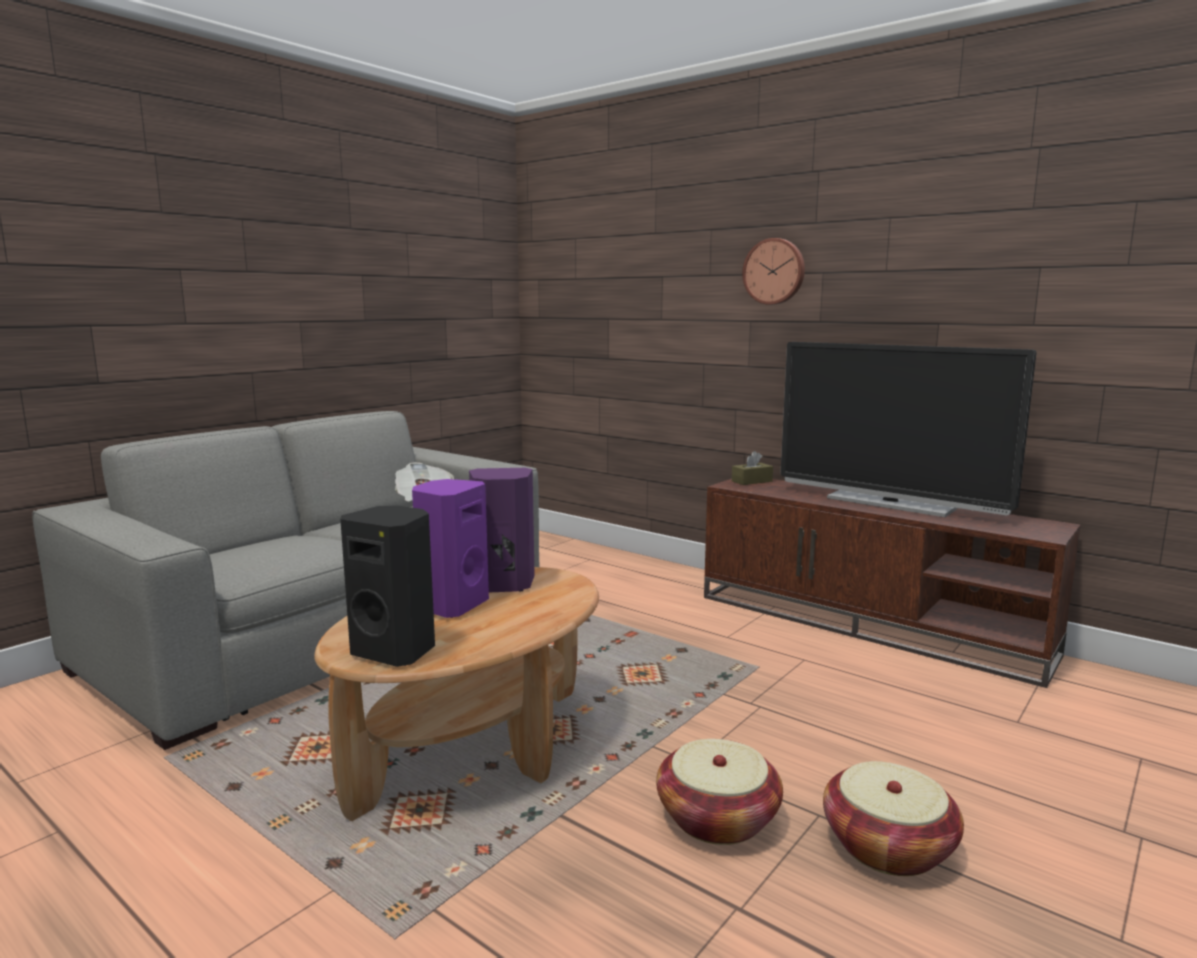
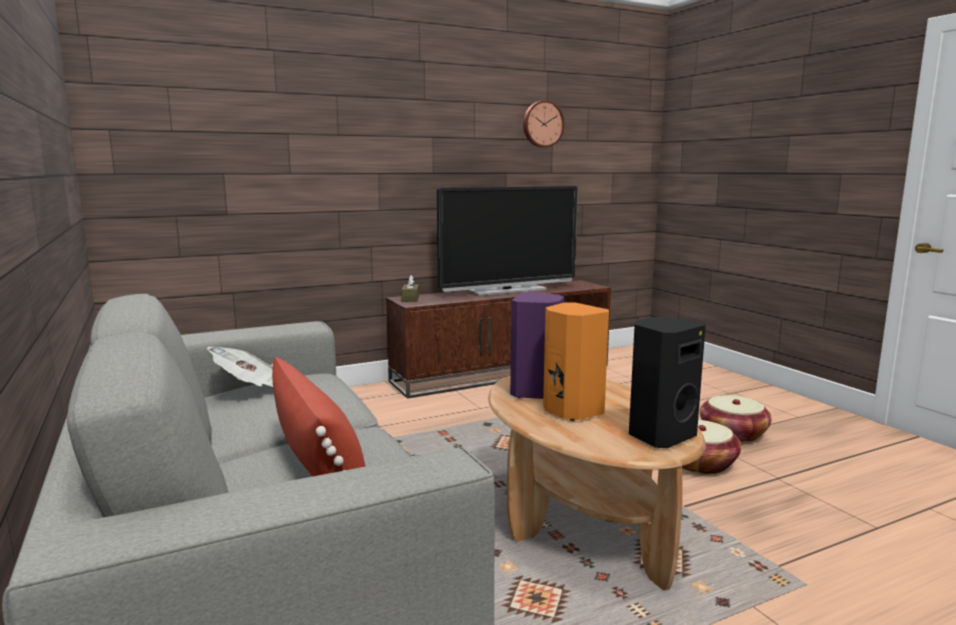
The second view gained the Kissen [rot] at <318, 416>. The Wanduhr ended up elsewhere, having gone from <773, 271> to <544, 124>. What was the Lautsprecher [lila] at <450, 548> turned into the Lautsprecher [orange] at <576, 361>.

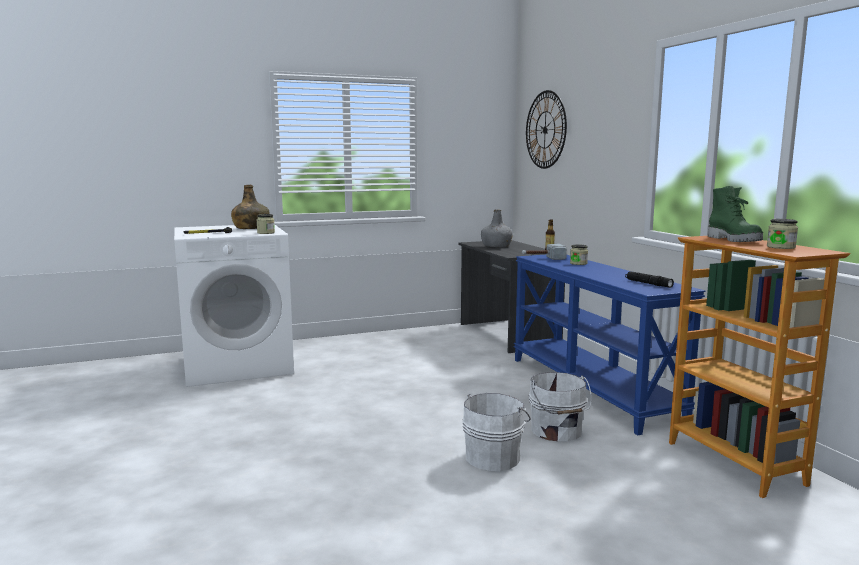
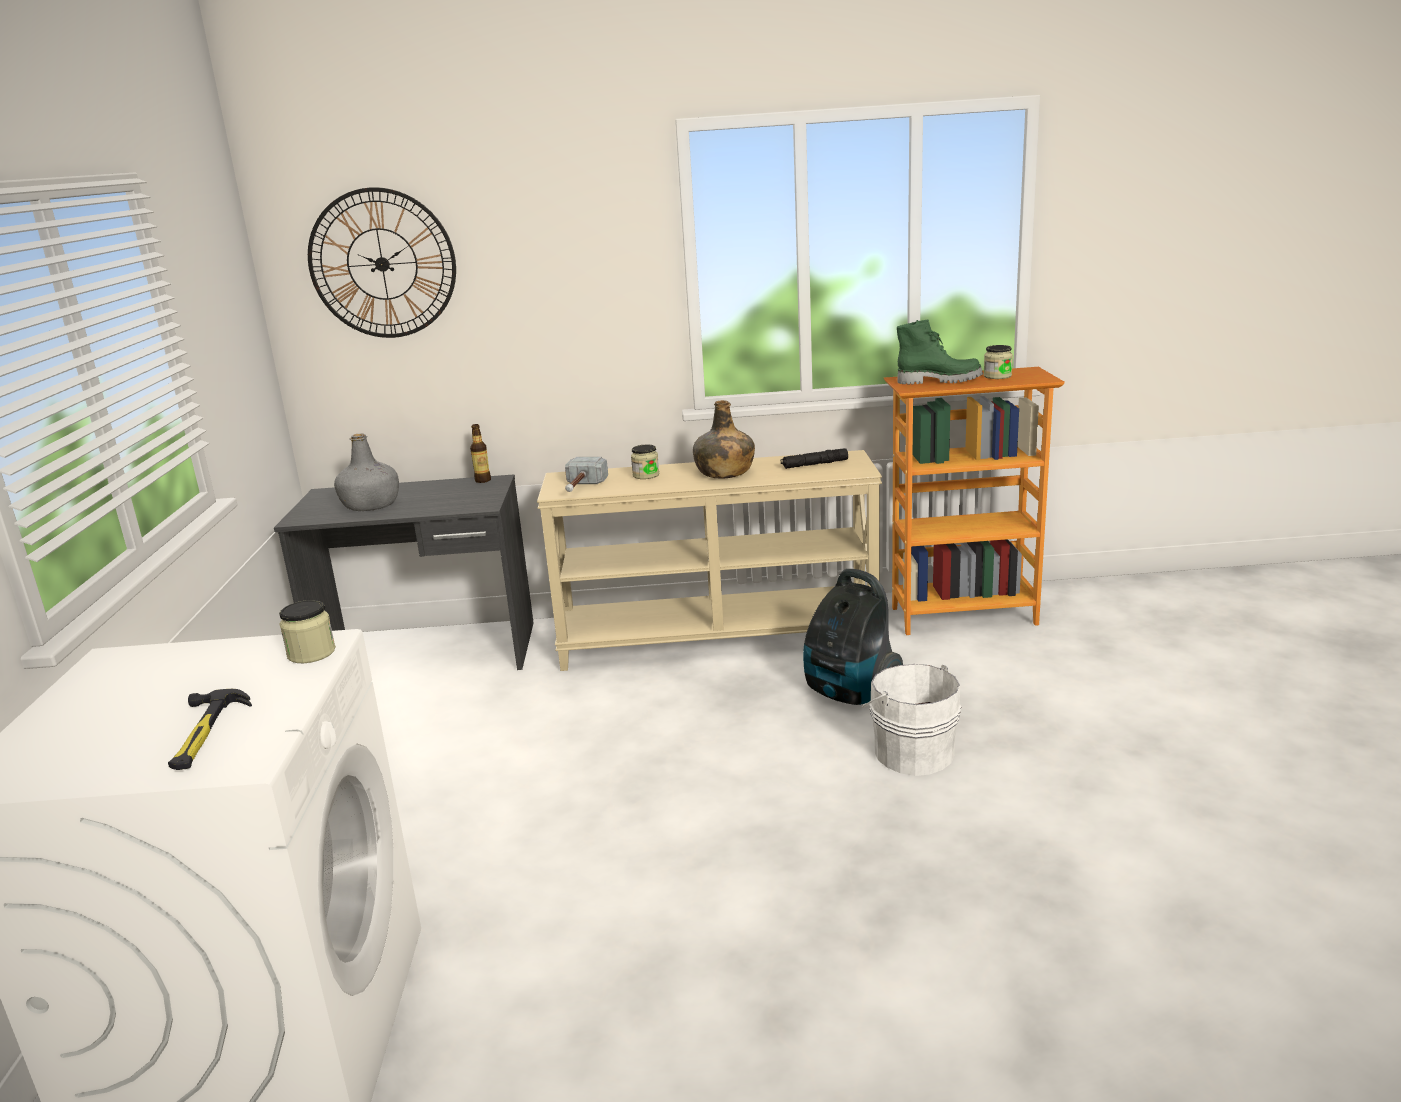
What was the Konsolentisch [blau] at <609, 345> turned into the Konsolentisch [beige] at <709, 560>. The Flasche [grün] ended up elsewhere, having gone from <250, 207> to <724, 439>. Where the Eimer [weiß] stood at <560, 406>, the Staubsauger came to stand at <853, 637>.

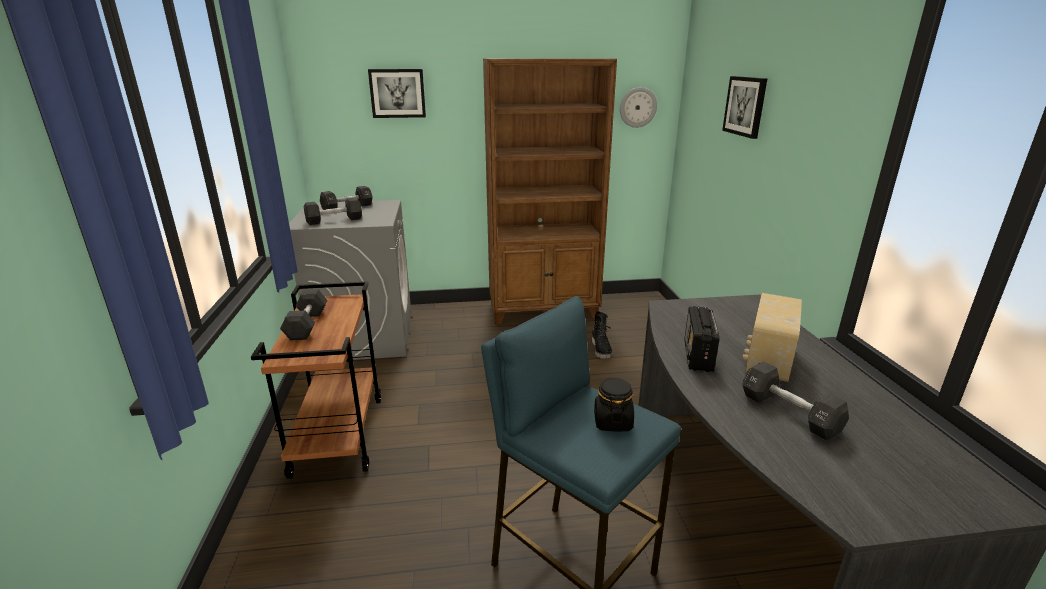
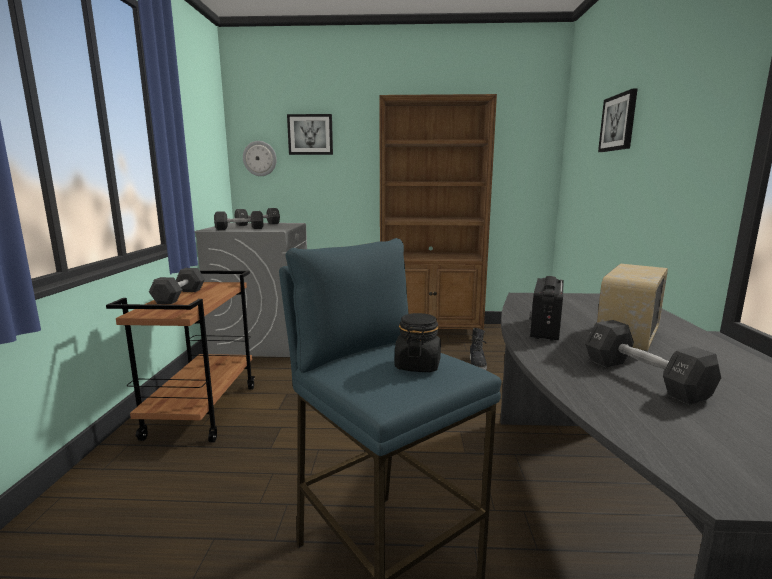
The Wanduhr ended up elsewhere, having gone from <638, 107> to <260, 158>.

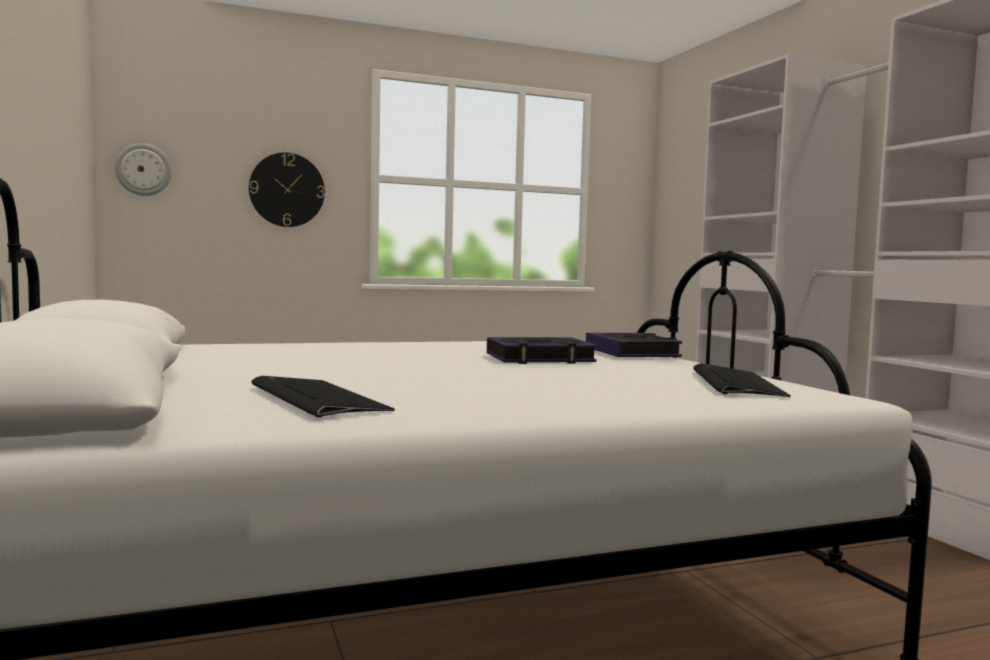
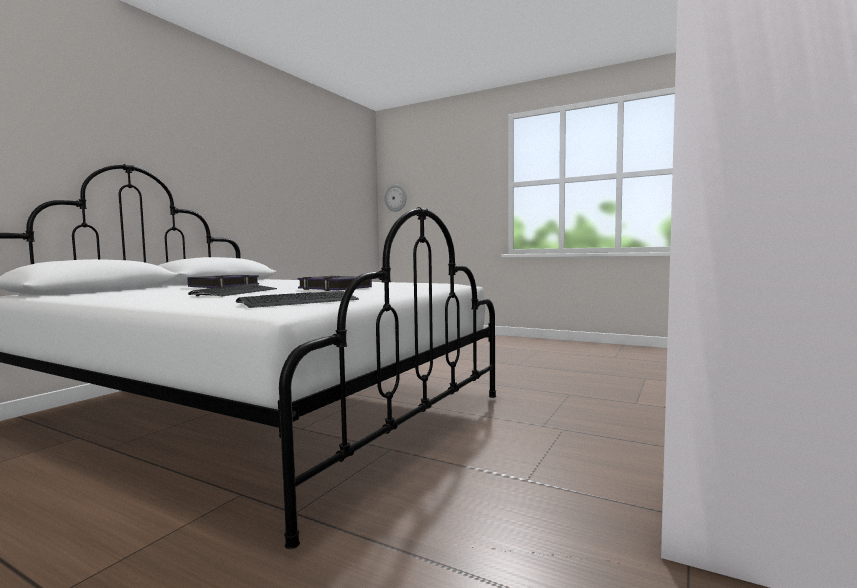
The Buch ended up elsewhere, having gone from <634, 345> to <223, 281>. The Tastatur ended up elsewhere, having gone from <323, 396> to <232, 290>. The second view lost the Wanduhr at <287, 189>.

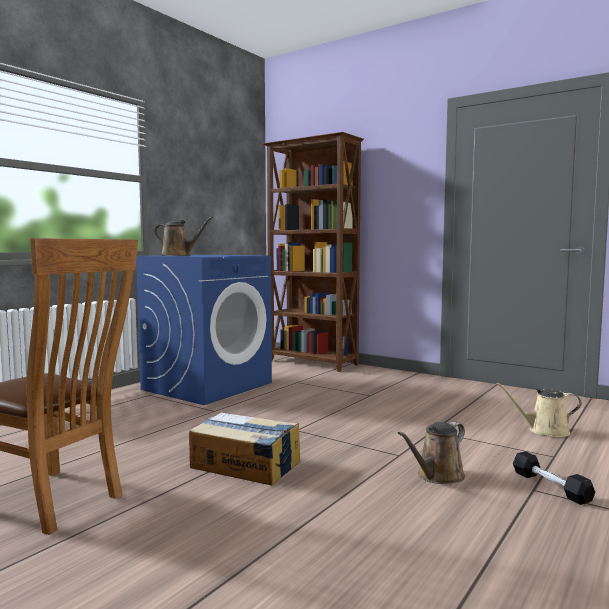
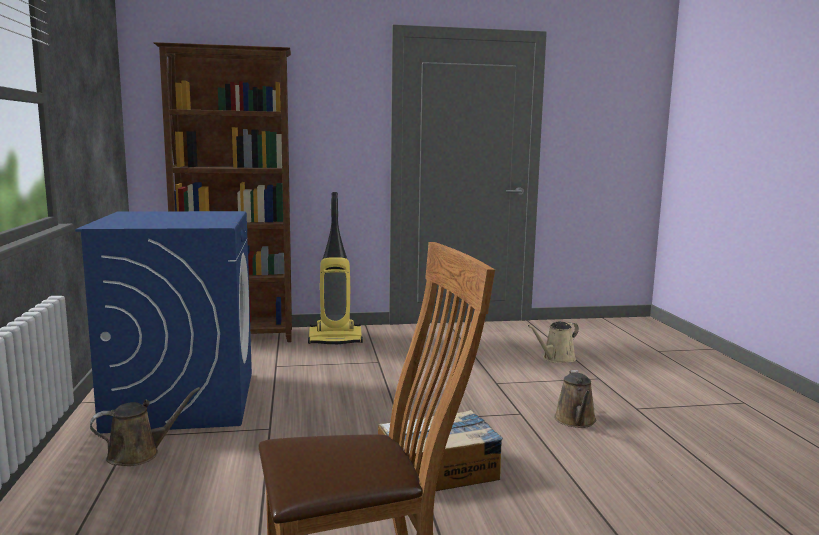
The Gießkanne [braun] ended up elsewhere, having gone from <183, 236> to <145, 426>. The second view gained the Staubsauger at <335, 268>. The second view lost the Hantel [schwarz] at <554, 478>.

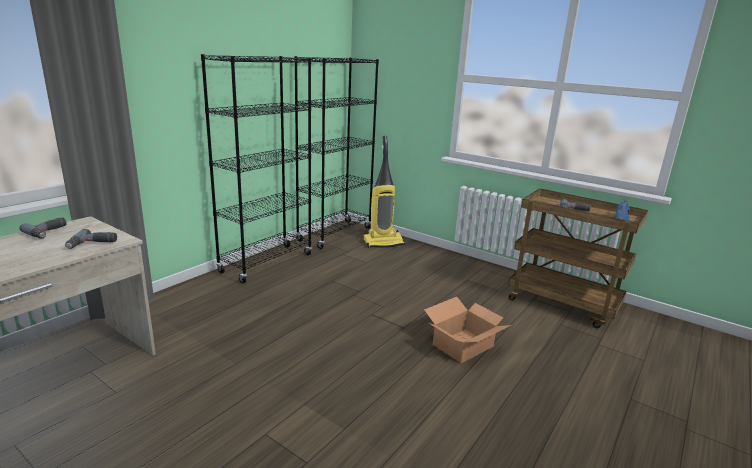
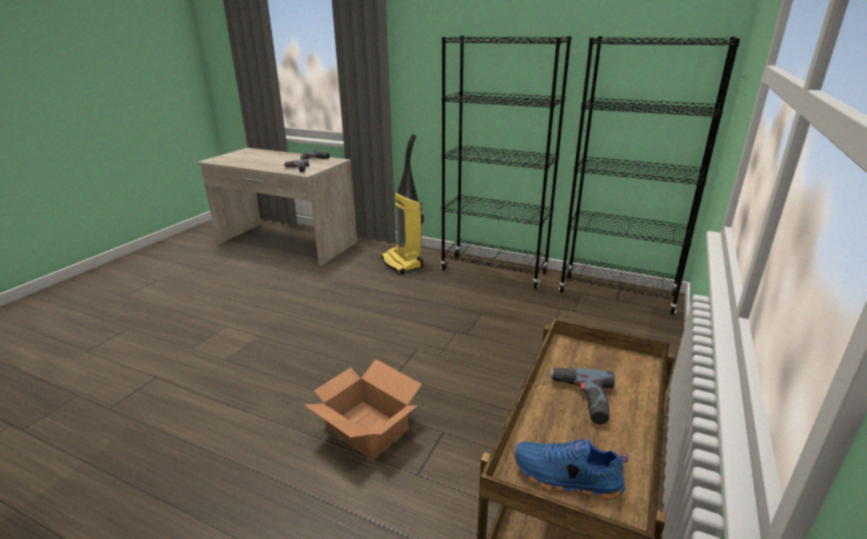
The Staubsauger ended up elsewhere, having gone from <384, 192> to <402, 204>.

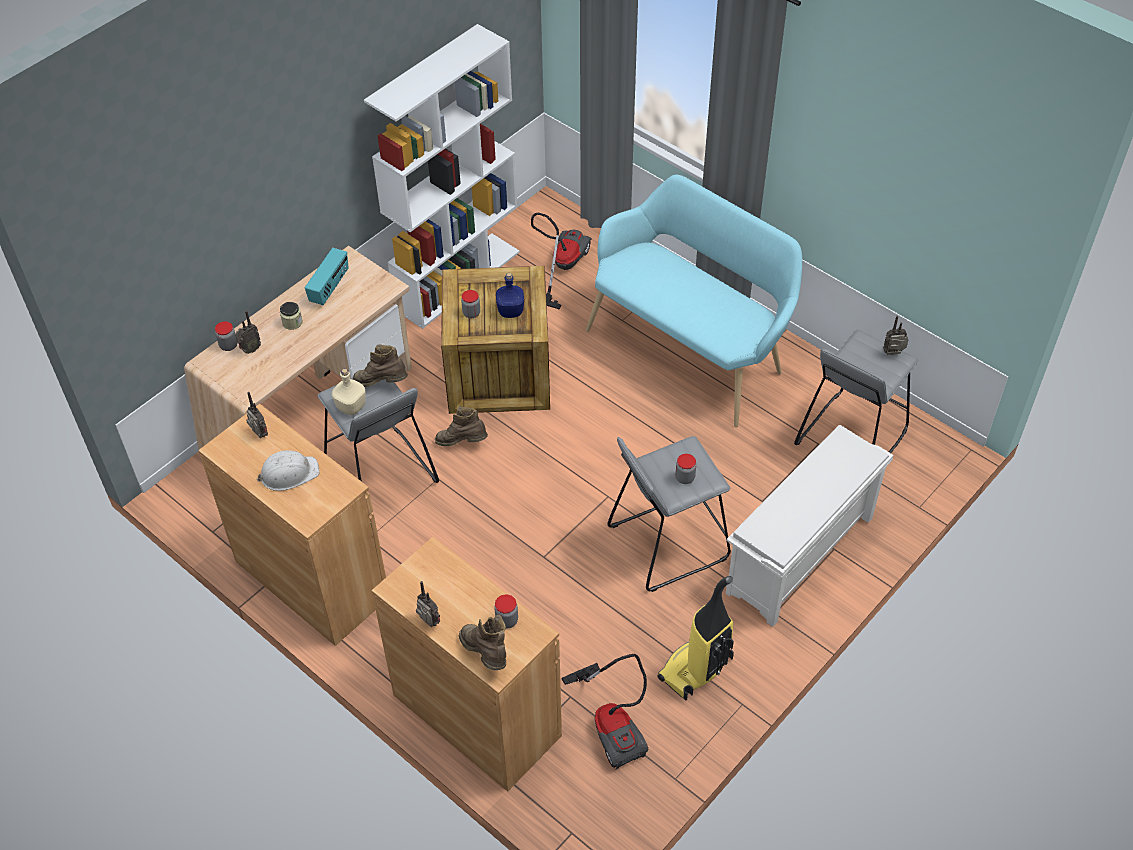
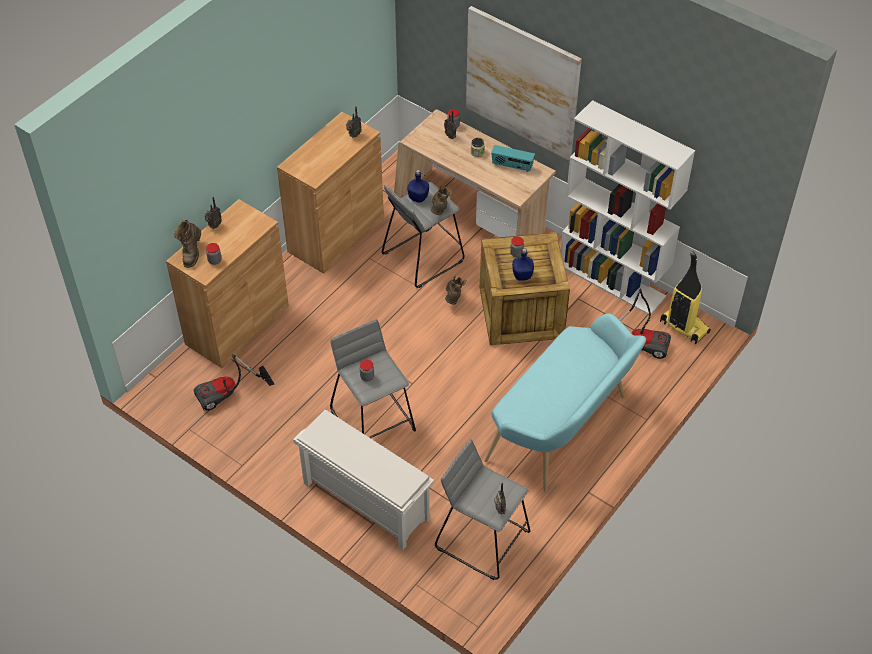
The Stiefel [braun] at <482, 642> ended up facing another way, 135 degrees clockwise from before. What was the Flasche [beige] at <349, 392> turned into the Flasche [blau] at <418, 186>. The second view gained the Bild at <524, 83>. The Staubsauger ended up elsewhere, having gone from <696, 638> to <685, 297>. The second view lost the Schutzhelm [weiß] at <288, 470>.

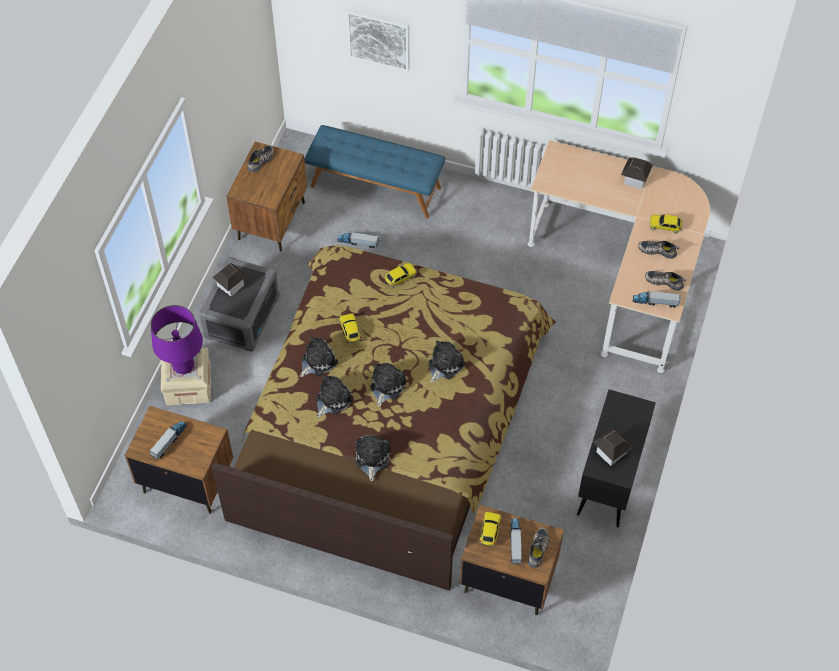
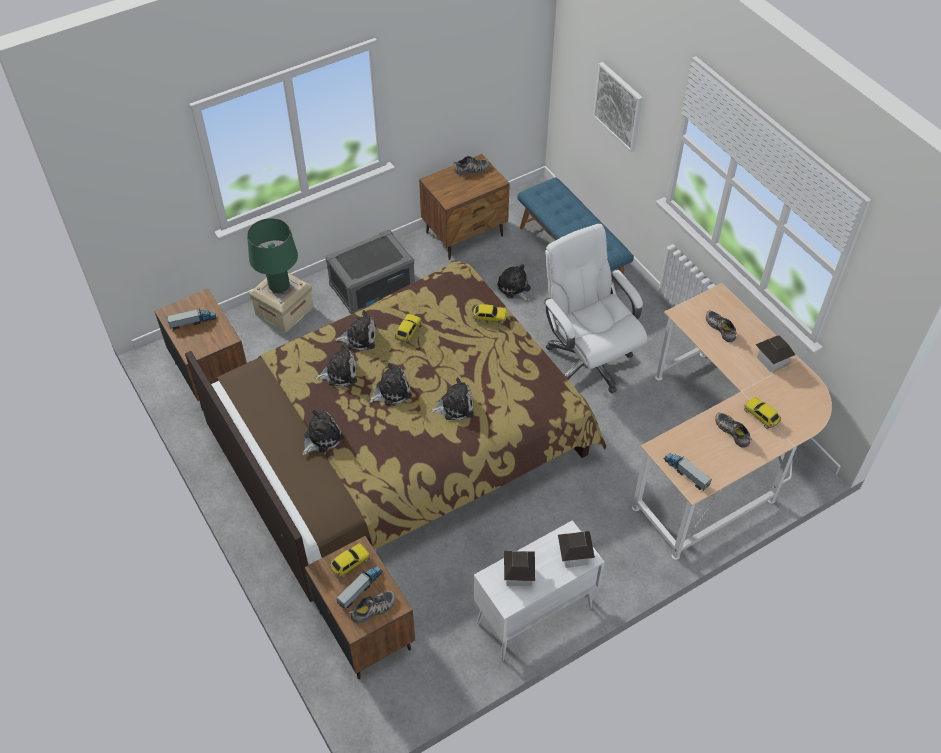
What was the Tischlampe [lila] at <177, 339> turned into the Tischlampe [grün] at <272, 255>. What was the Schrank [schwarz] at <616, 458> turned into the Schrank [weiß] at <539, 590>. Where the Spielzeuglaster stood at <358, 239>, the Plüschtier came to stand at <513, 283>. The second view gained the Bürostuhl [weiß] at <595, 308>. The Spielzeughaus ended up elsewhere, having gone from <230, 279> to <576, 549>. The Schuh ended up elsewhere, having gone from <666, 281> to <721, 326>.

